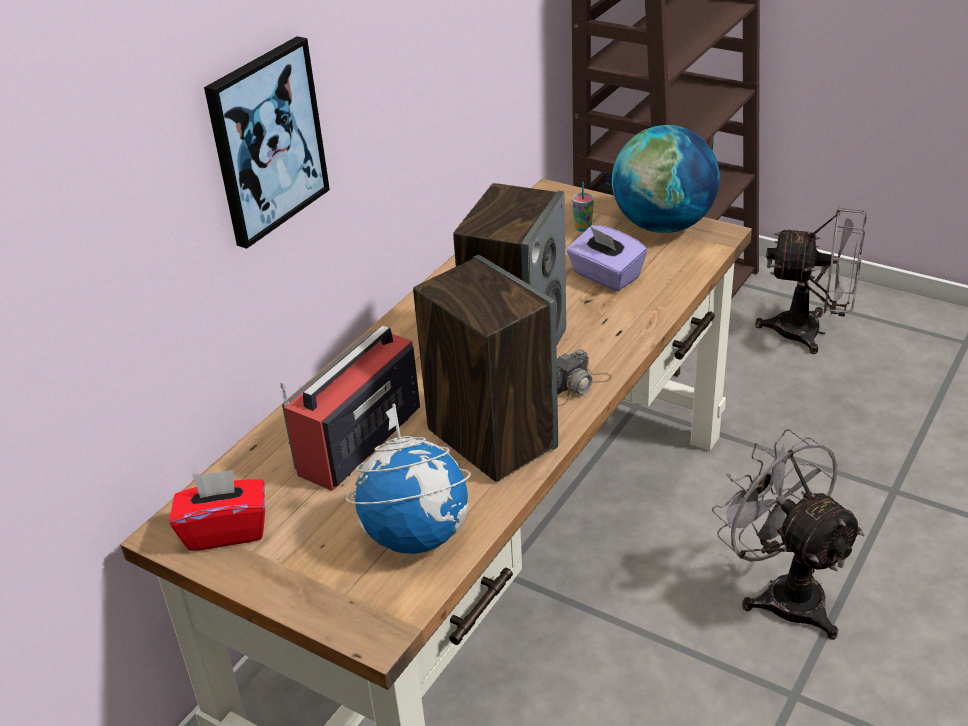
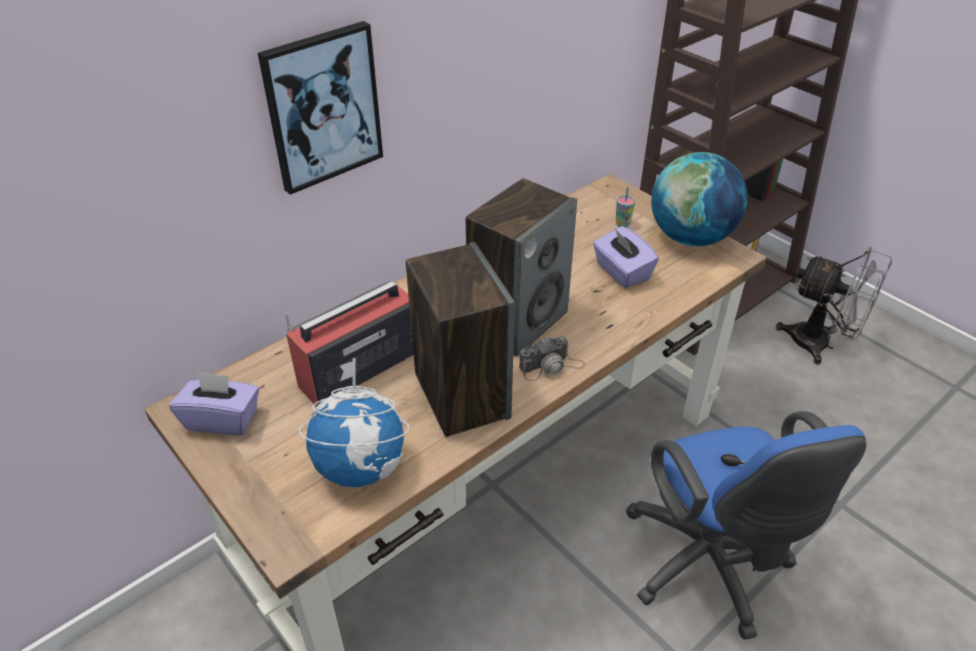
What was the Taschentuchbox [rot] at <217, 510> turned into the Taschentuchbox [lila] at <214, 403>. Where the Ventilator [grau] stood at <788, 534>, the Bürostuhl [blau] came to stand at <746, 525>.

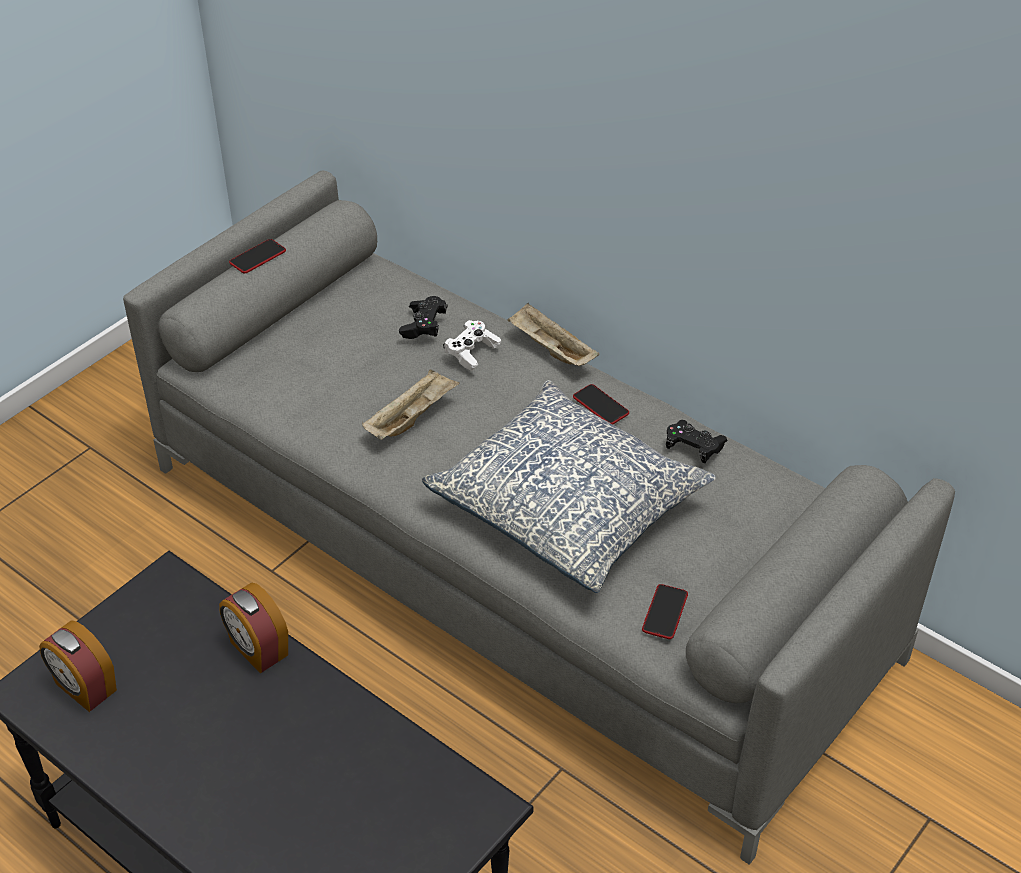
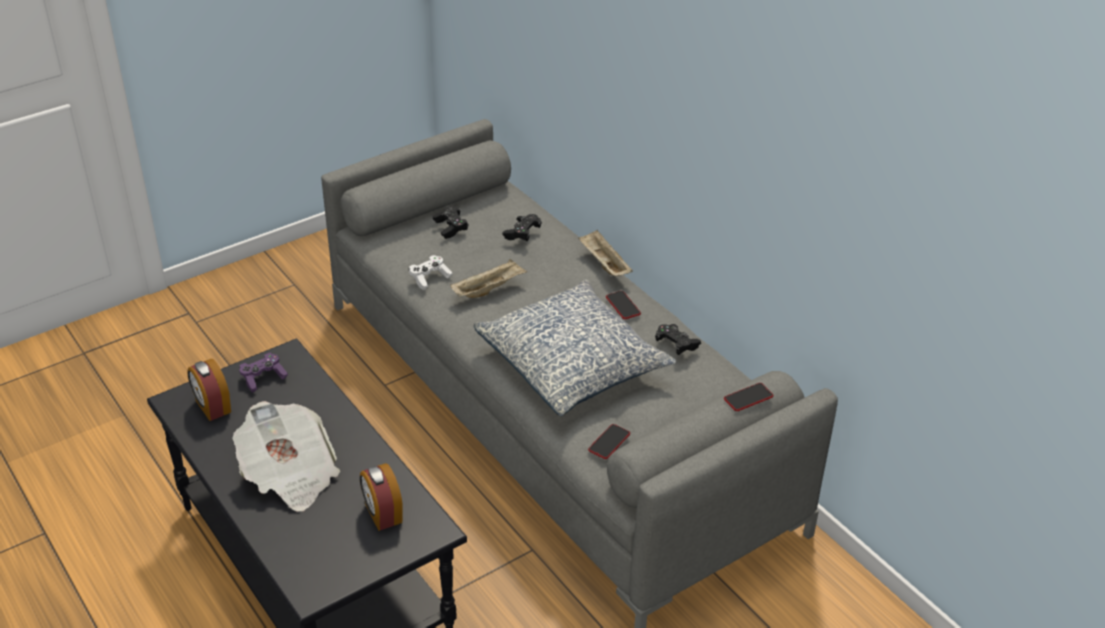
The second view gained the Zeitung at <286, 456>. The second view gained the Gamepad [lila] at <263, 373>. The Wecker ended up elsewhere, having gone from <253, 628> to <381, 497>. The Gamepad [weiß] ended up elsewhere, having gone from <472, 345> to <431, 272>. The second view gained the Gamepad [schwarz] at <451, 222>. The Handy ended up elsewhere, having gone from <257, 256> to <748, 397>.

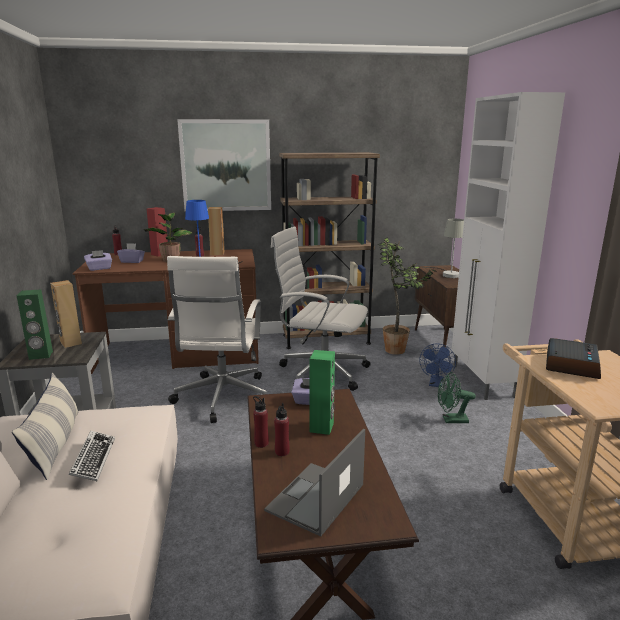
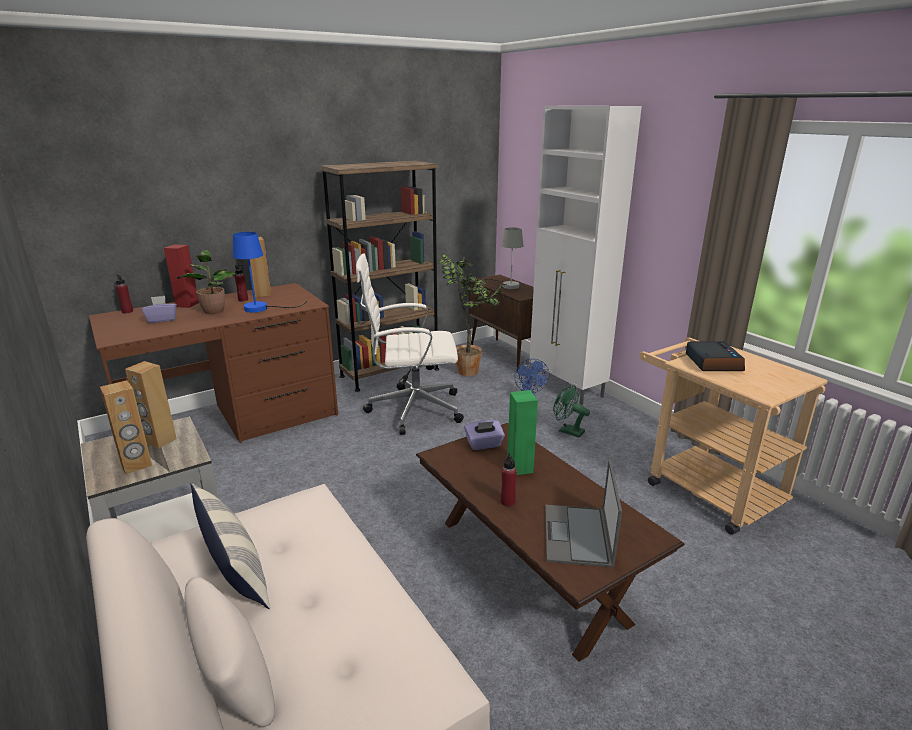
What was the Lautsprecher [grün] at <35, 325> turned into the Lautsprecher [braun] at <126, 427>. The Ventilator [grün] at <457, 397> ended up facing another way, 60 degrees clockwise from before. The second view lost the Tastatur at <92, 455>. The second view lost the Taschentuchbox [lila] at <98, 260>. The second view lost the Bürostuhl [weiß] at <217, 339>. The second view lost the Bild at <224, 165>. The second view lost the Flasche [rot] at <261, 422>.

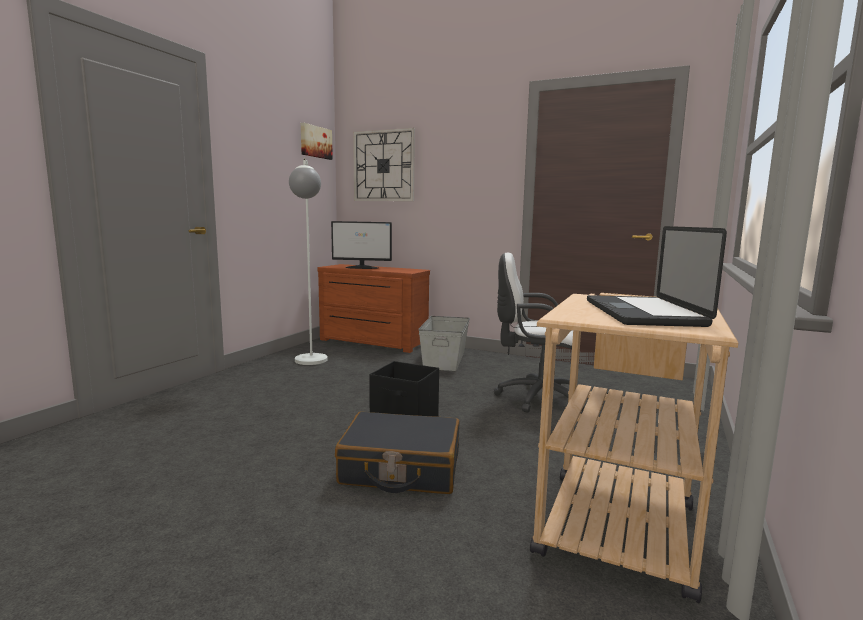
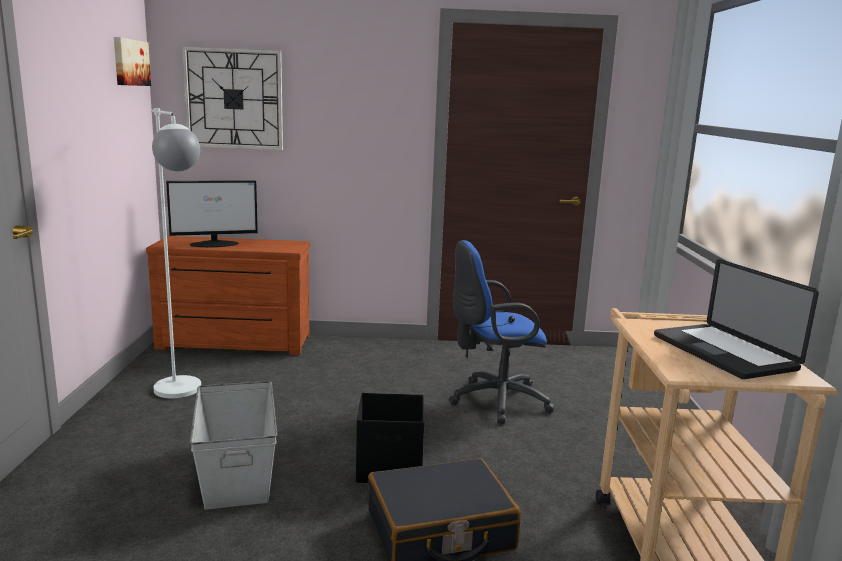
The Aufbewahrungsbox [grau] ended up elsewhere, having gone from <444, 343> to <233, 445>. What was the Bürostuhl [weiß] at <539, 333> turned into the Bürostuhl [blau] at <502, 332>.

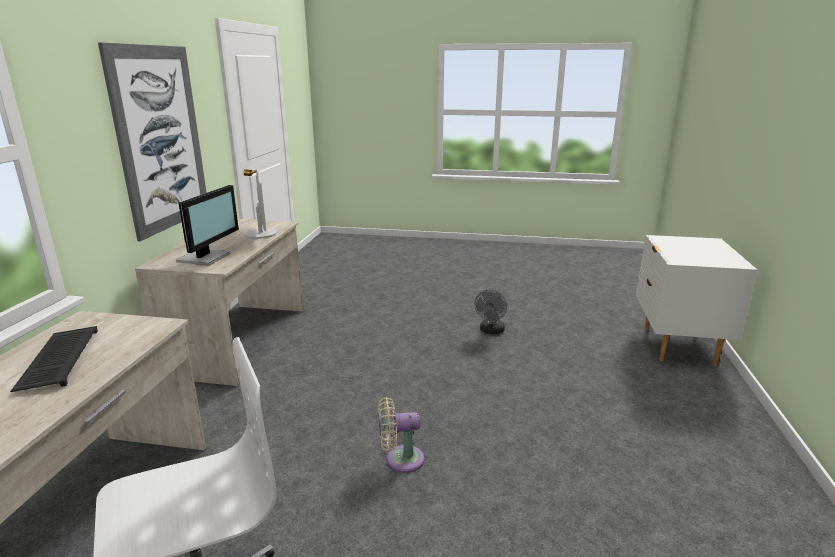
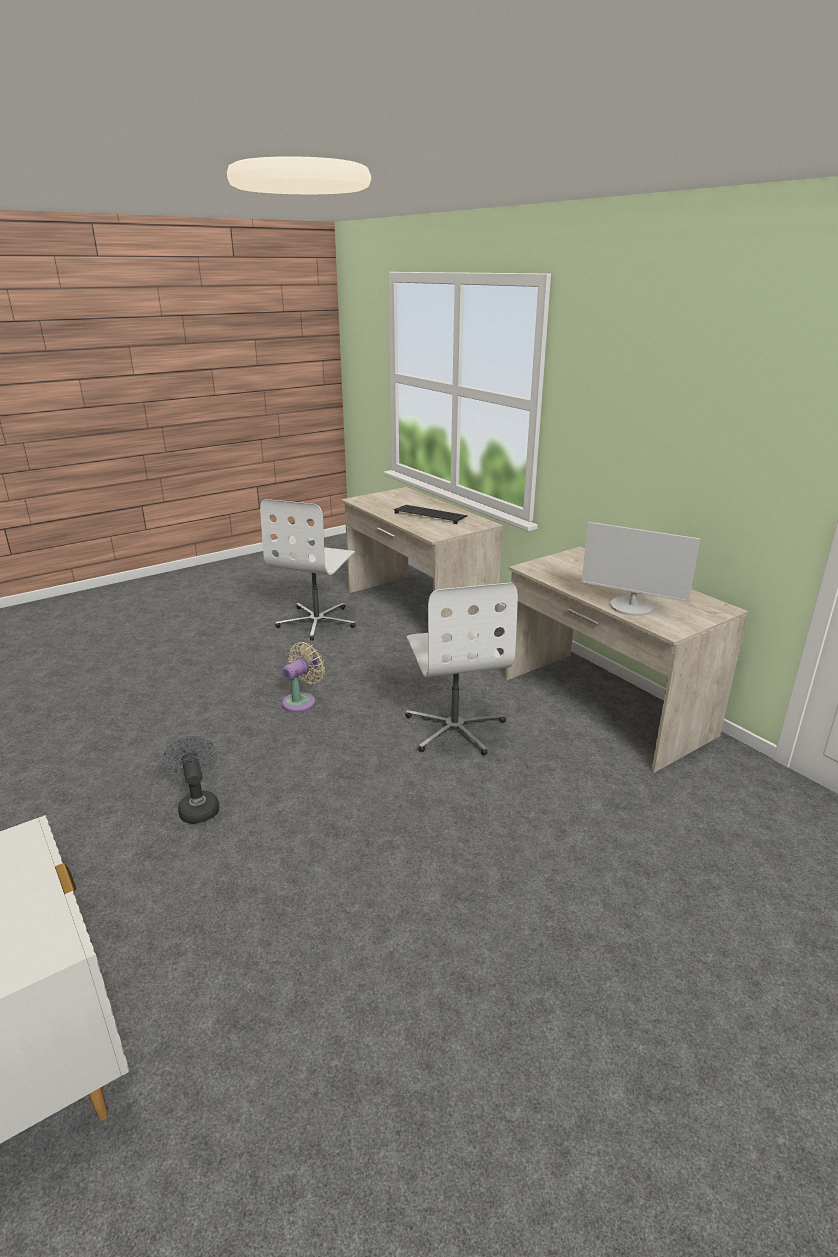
The Ventilator [grau] ended up elsewhere, having gone from <490, 311> to <190, 779>. The second view gained the Bürostuhl [weiß] at <461, 669>. The second view lost the Bild at <152, 141>. The second view lost the Monitor at <207, 225>.

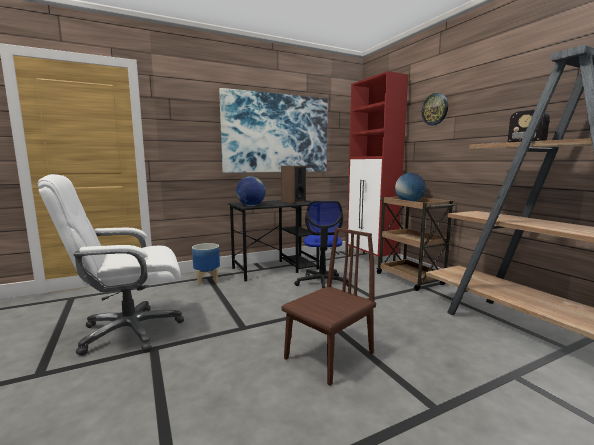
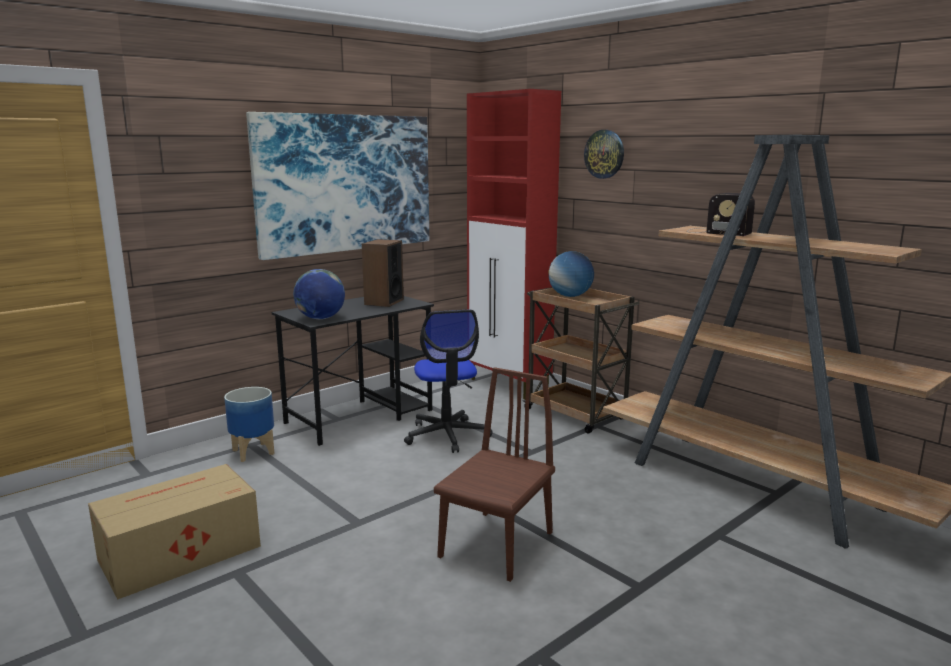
Where the Bürostuhl [weiß] stood at <110, 265>, the Karton came to stand at <174, 532>.

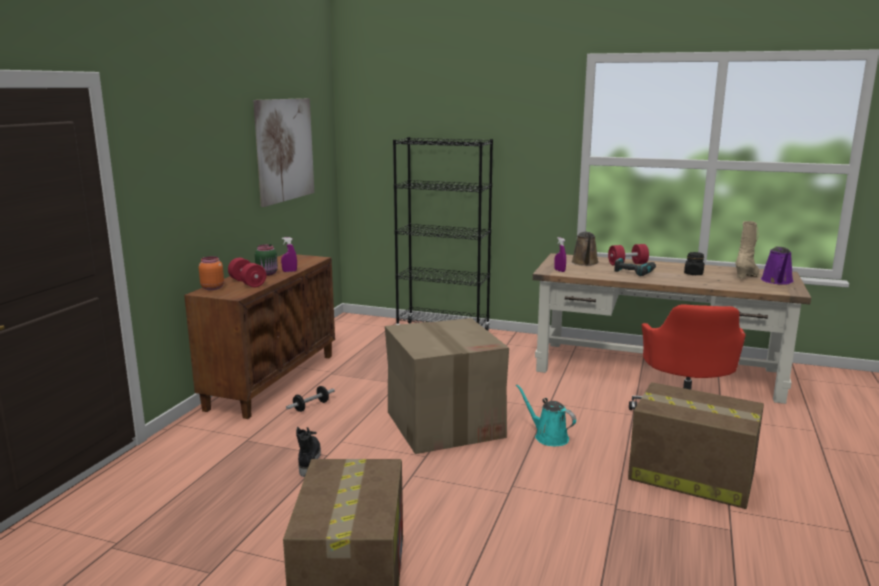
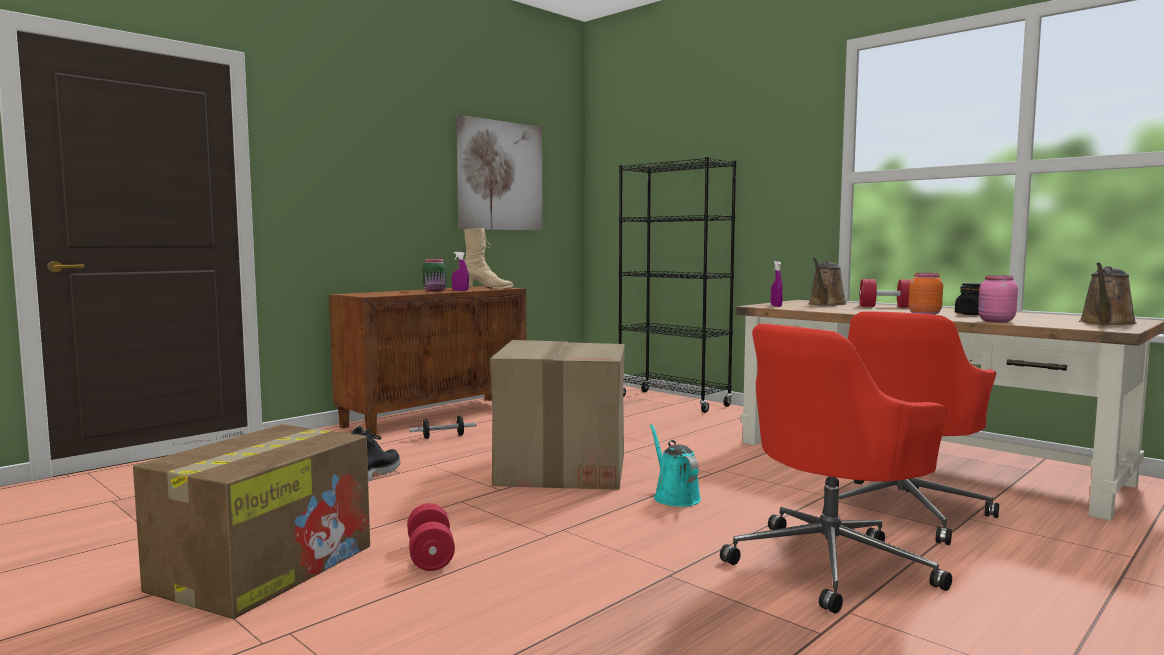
The Hantel [rot] ended up elsewhere, having gone from <247, 272> to <431, 537>. The Stiefel [beige] ended up elsewhere, having gone from <747, 250> to <488, 258>. Where the Karton stood at <696, 445>, the Bürostuhl [rot] came to stand at <836, 469>. The Vorratsglas [orange] ended up elsewhere, having gone from <211, 273> to <926, 294>. The second view gained the Vorratsglas [rosa] at <998, 298>. What was the Gießkanne [lila] at <777, 265> turned into the Gießkanne [braun] at <1108, 294>. The second view lost the Bohrmaschine at <635, 267>.

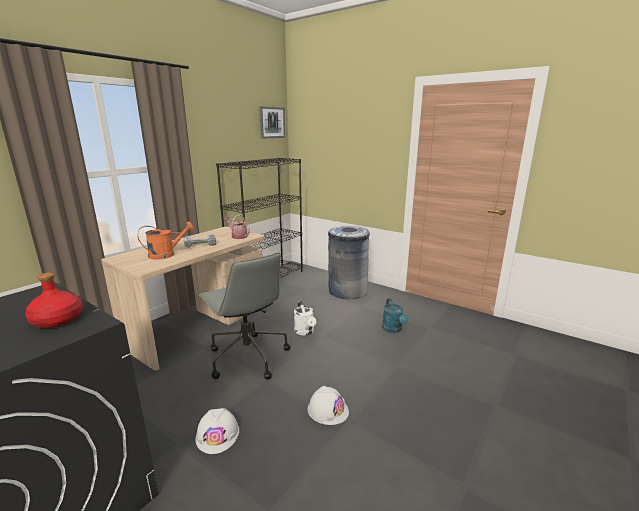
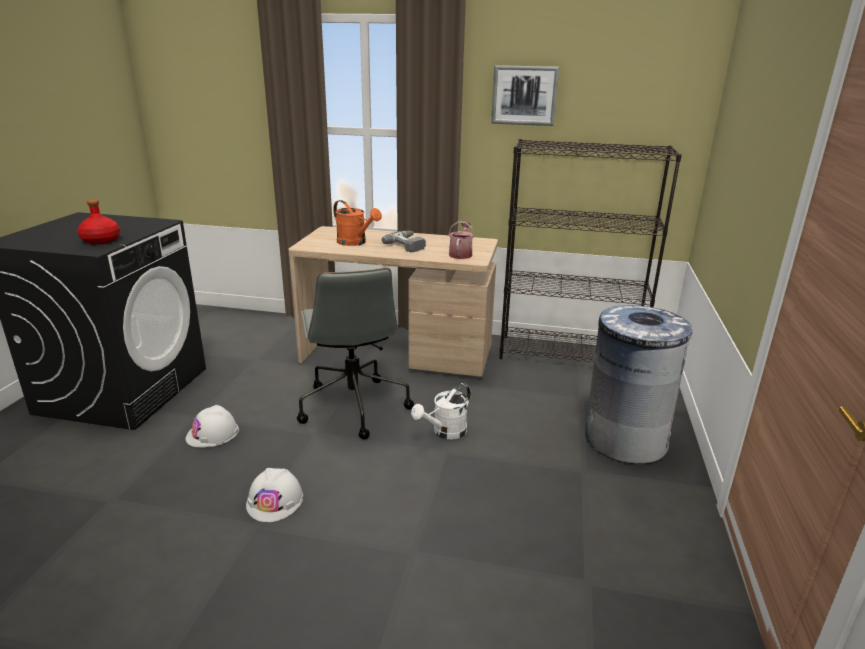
The Bürostuhl [grau] at <244, 316> ended up facing another way, 45 degrees counterclockwise from before. The Bild ended up elsewhere, having gone from <272, 122> to <525, 95>. The second view lost the Gießkanne [türkis] at <395, 315>.

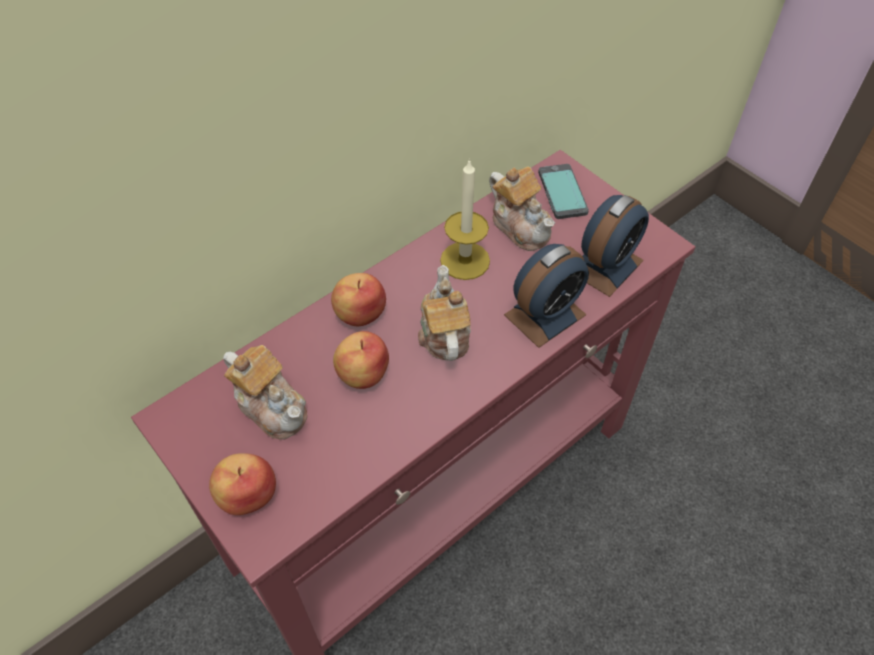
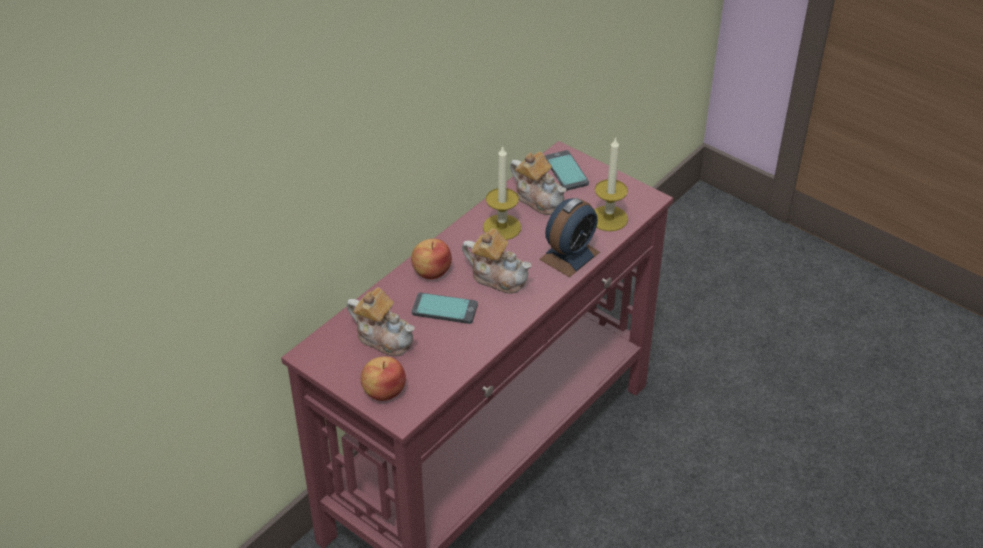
Where the Apfel stood at <361, 360>, the Handy came to stand at <445, 308>. The Teekanne at <444, 313> ended up facing another way, 135 degrees clockwise from before. Where the Wecker stood at <615, 246>, the Kerze came to stand at <611, 183>.

